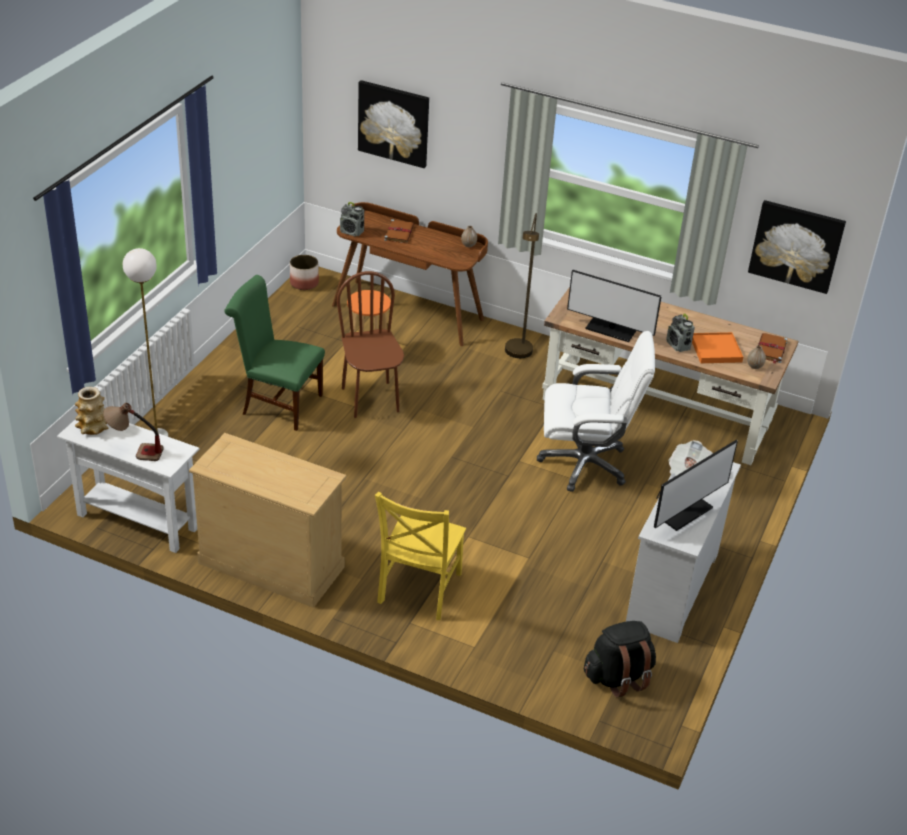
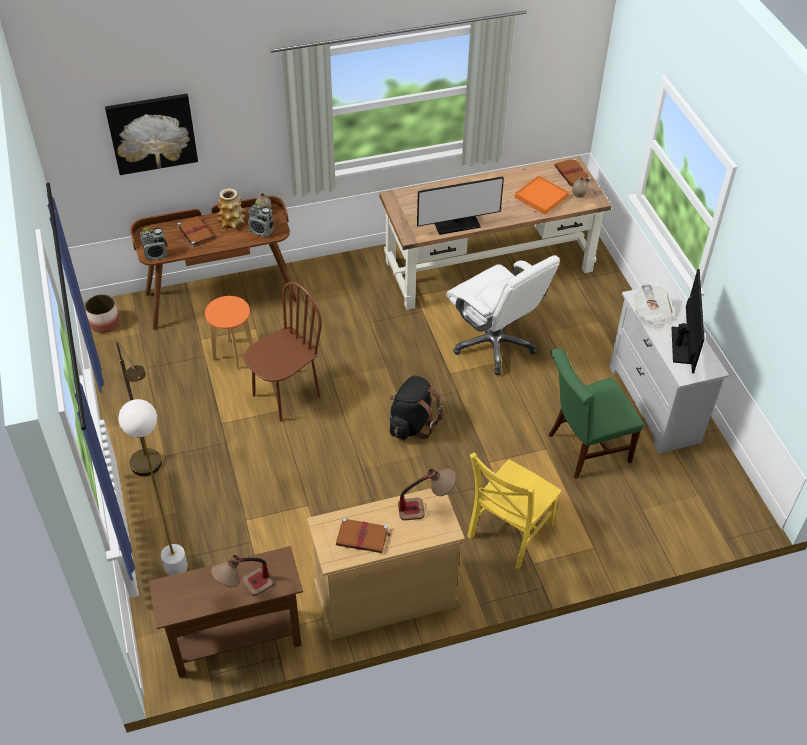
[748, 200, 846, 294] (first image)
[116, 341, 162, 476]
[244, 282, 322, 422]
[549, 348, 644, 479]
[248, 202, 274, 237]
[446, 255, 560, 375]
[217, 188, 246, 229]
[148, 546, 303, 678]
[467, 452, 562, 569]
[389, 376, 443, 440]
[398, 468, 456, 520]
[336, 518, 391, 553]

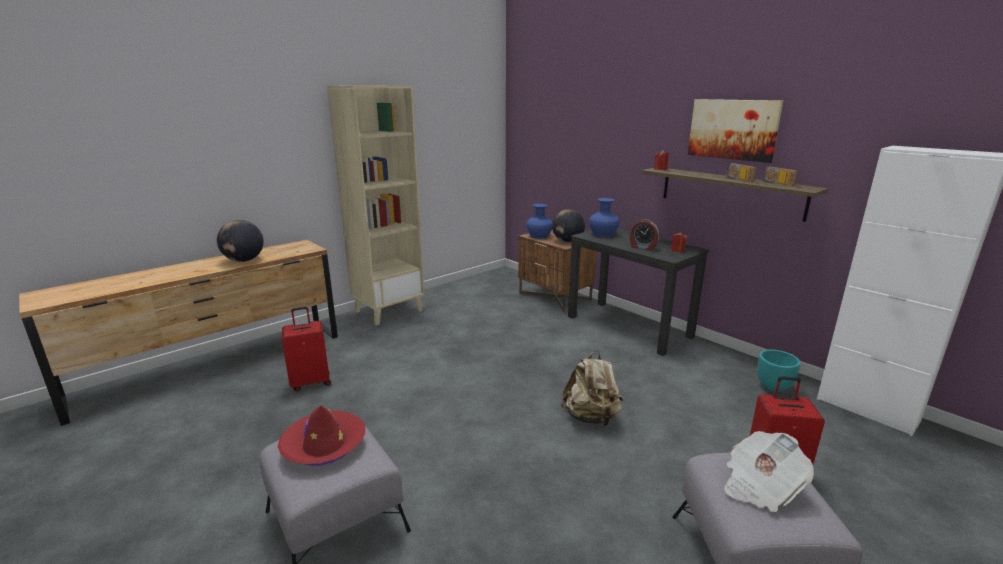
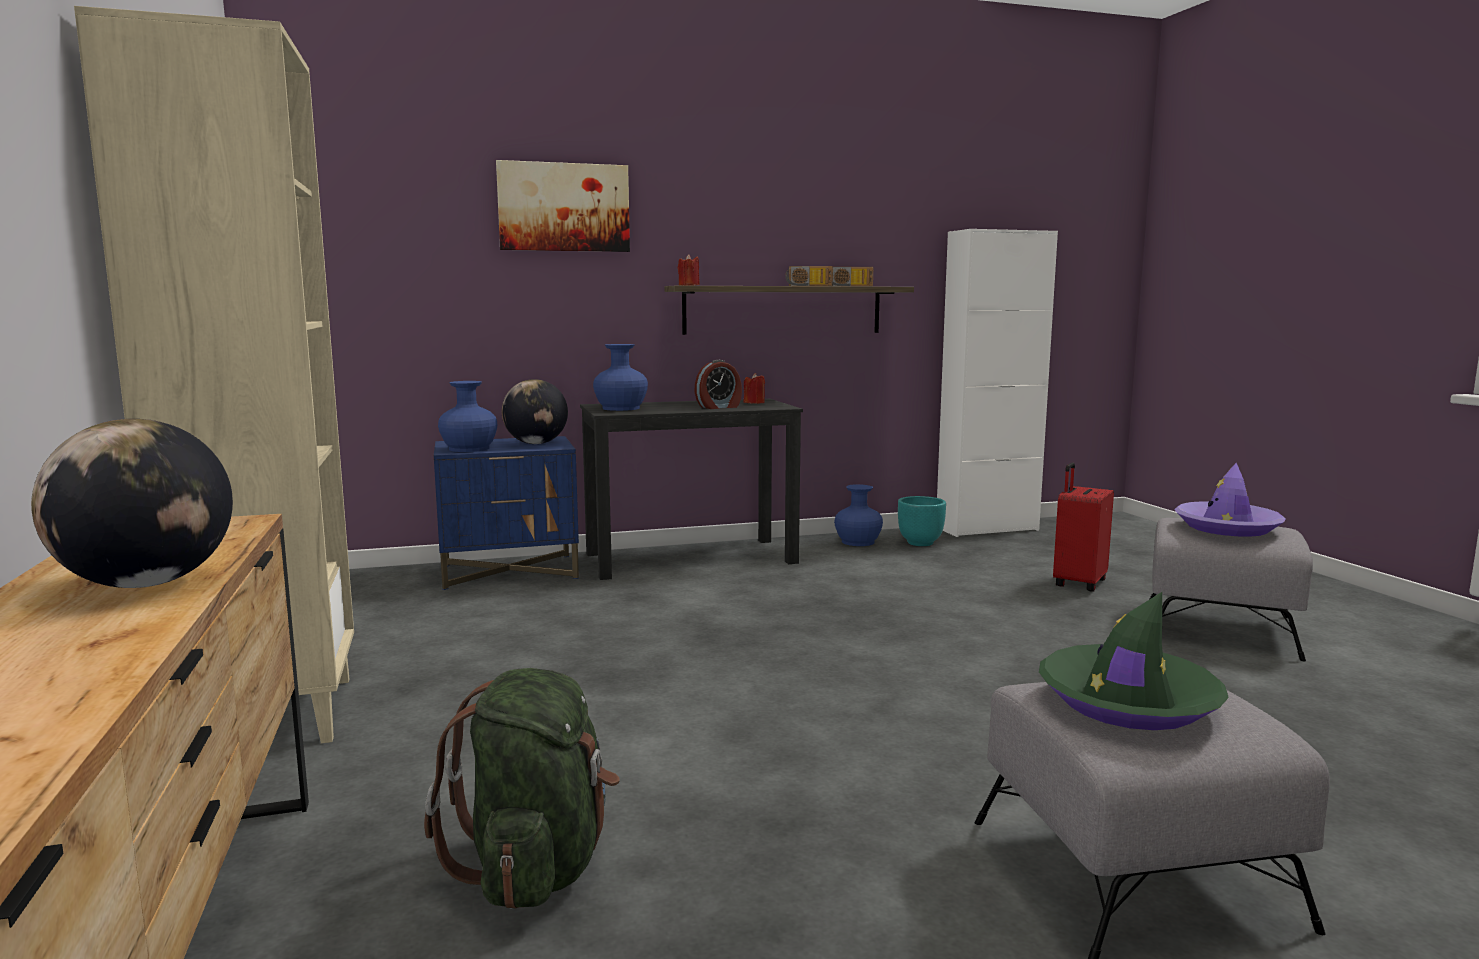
[496, 160, 630, 252]
[434, 436, 579, 590]
[424, 668, 620, 909]
[561, 350, 623, 426] (first image)
[1039, 592, 1229, 730]
[1174, 463, 1286, 537]
[834, 484, 883, 546]

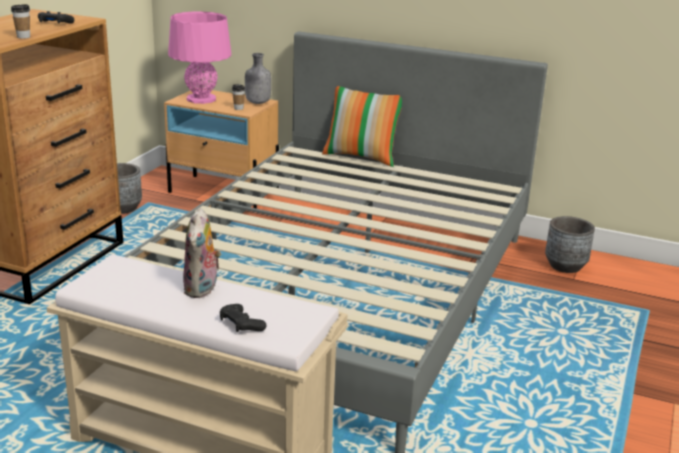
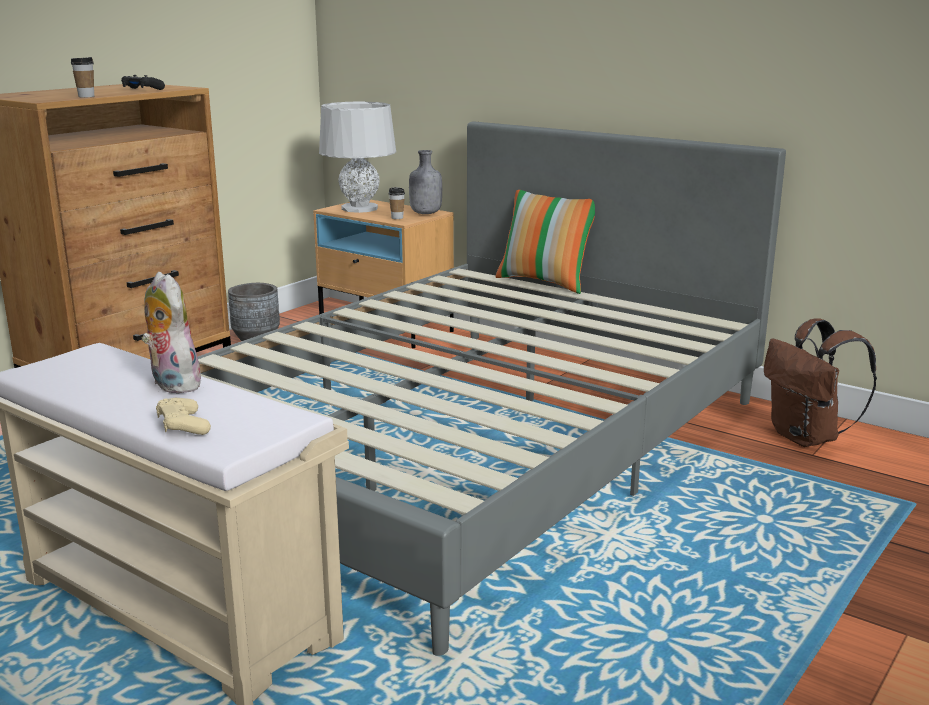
[319, 102, 396, 213]
[141, 272, 203, 394]
[764, 318, 877, 447]
[156, 398, 211, 435]

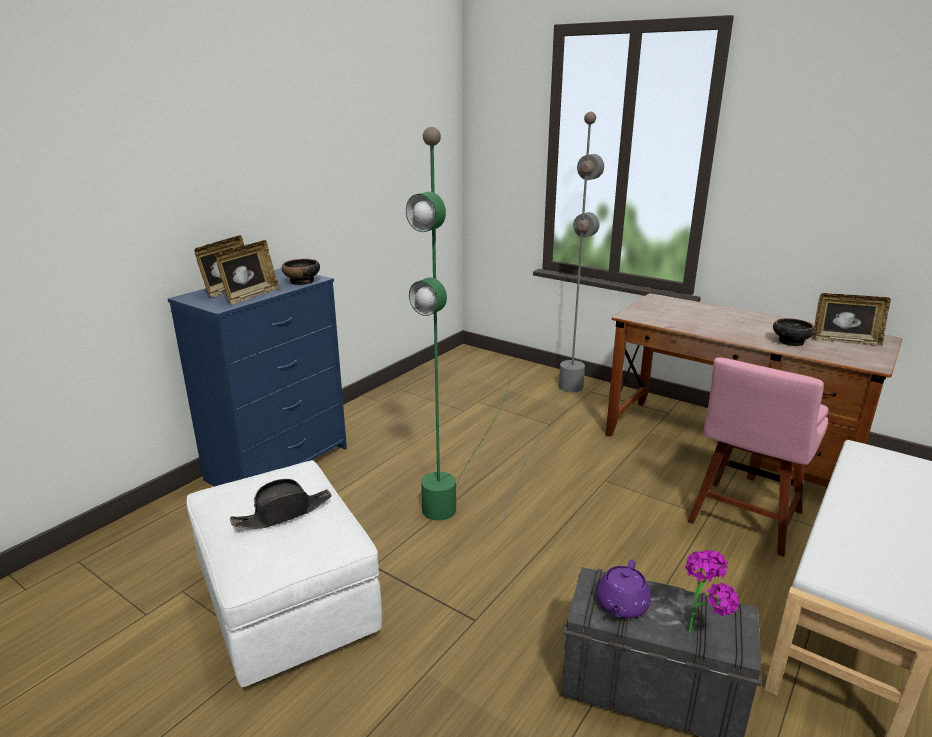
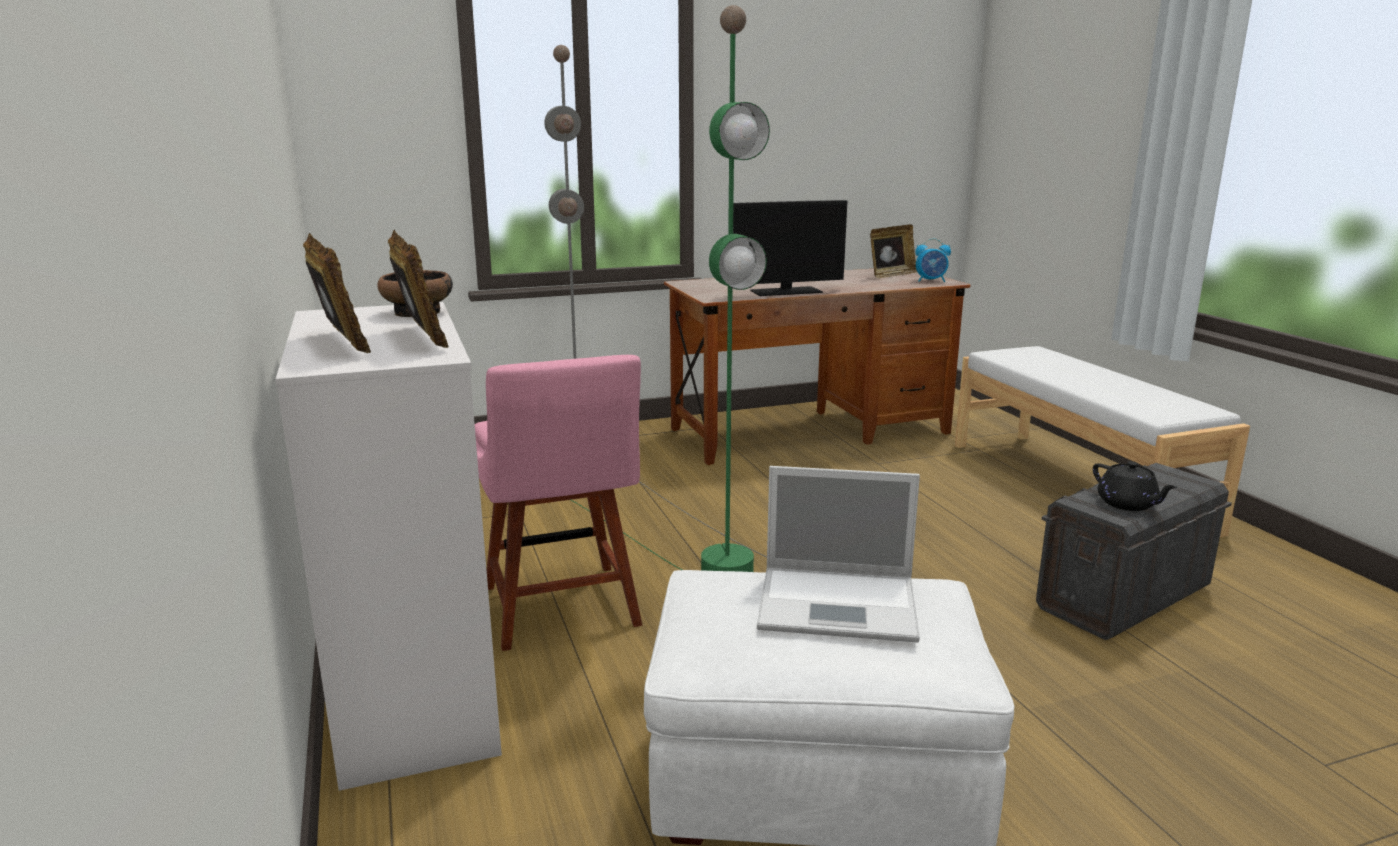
[276, 302, 502, 791]
[773, 318, 815, 346] (first image)
[475, 355, 642, 651]
[757, 466, 920, 643]
[685, 550, 739, 633] (first image)
[1093, 461, 1177, 511]
[733, 200, 847, 296]
[915, 238, 951, 282]

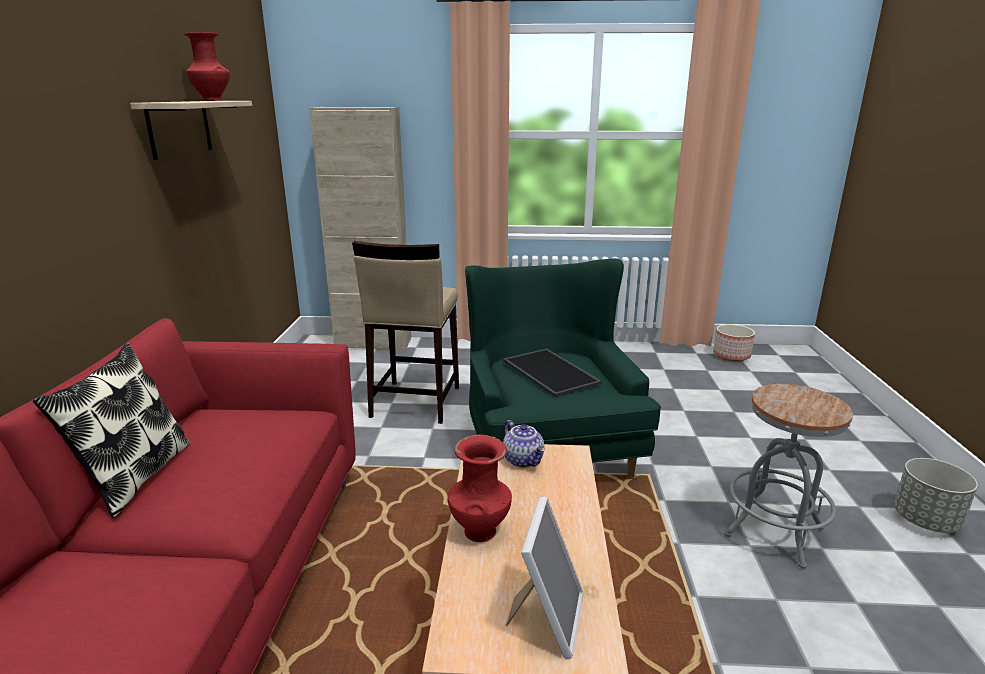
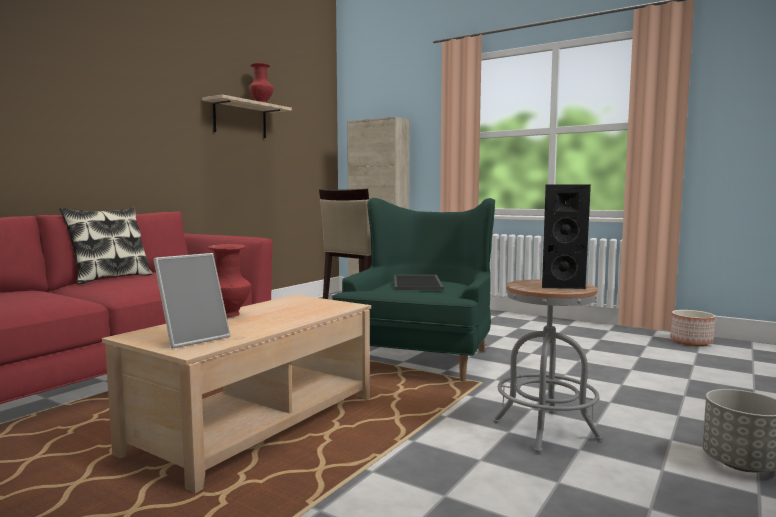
[503, 420, 545, 468] (first image)
[542, 185, 591, 289]

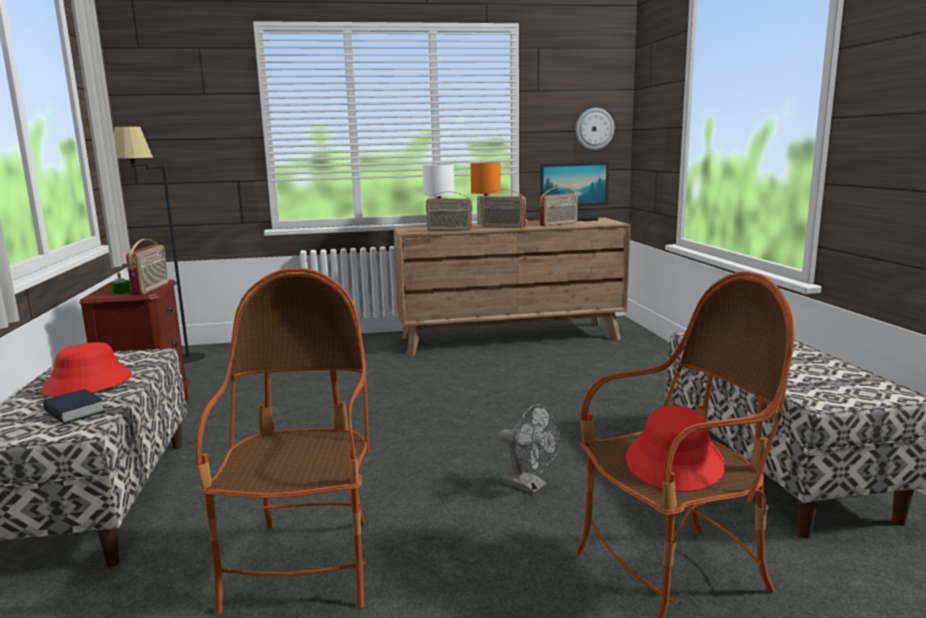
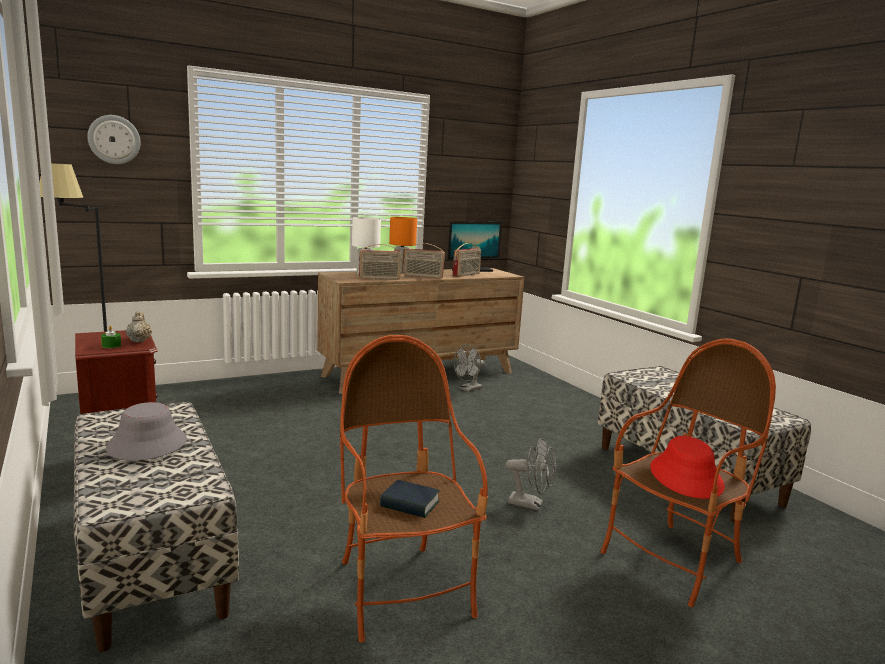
[87, 115, 141, 164]
[126, 311, 152, 343]
[106, 402, 187, 461]
[380, 480, 440, 518]
[454, 344, 484, 392]

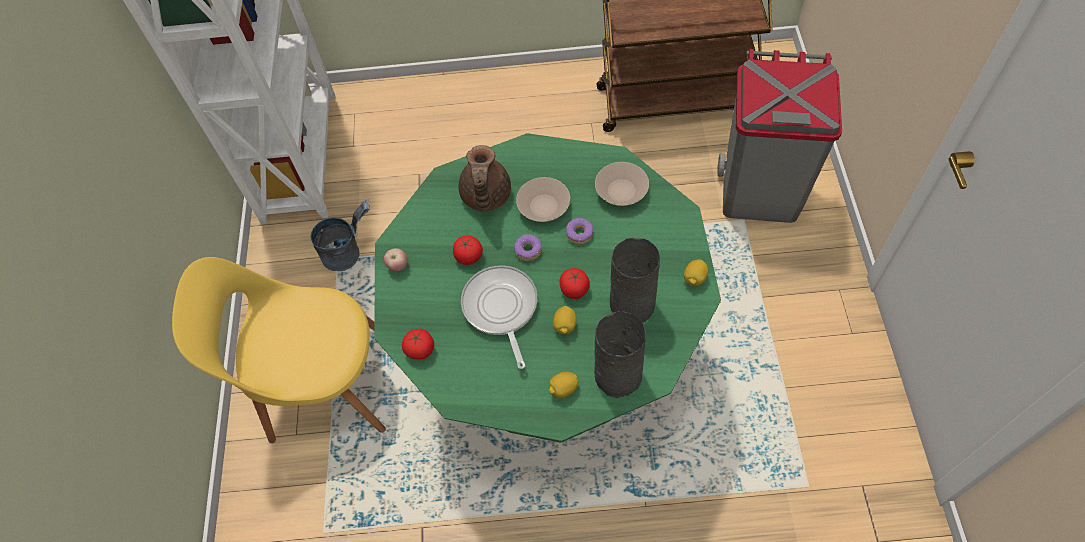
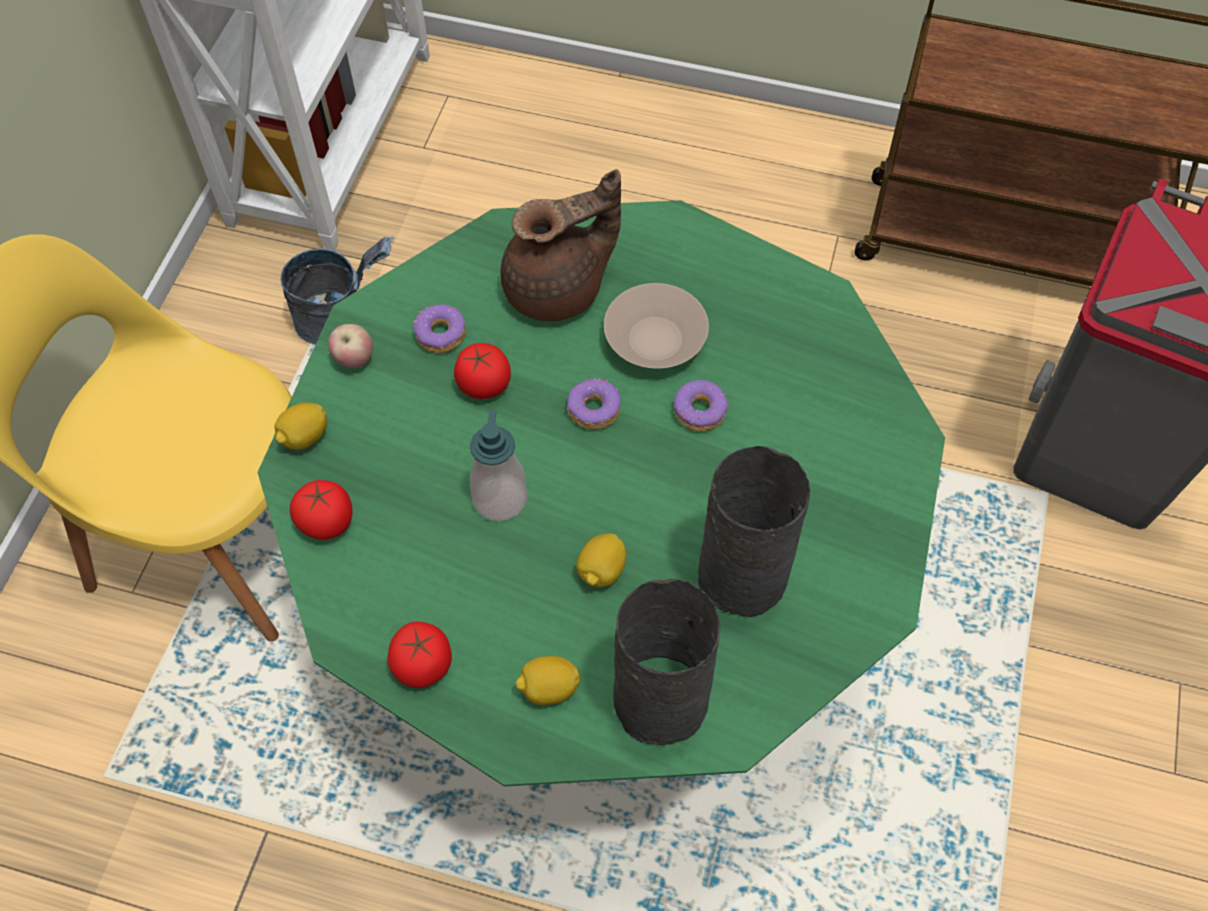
[500, 169, 621, 321]
[595, 162, 649, 206] (first image)
[275, 403, 327, 450]
[470, 410, 528, 522]
[387, 622, 452, 688]
[413, 304, 466, 353]

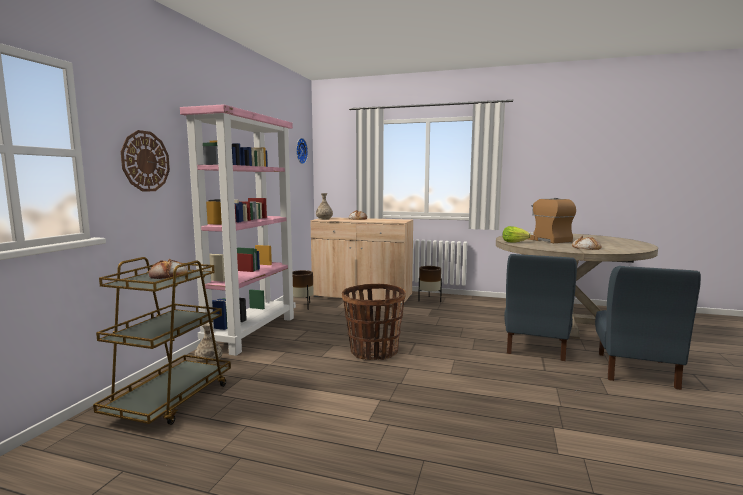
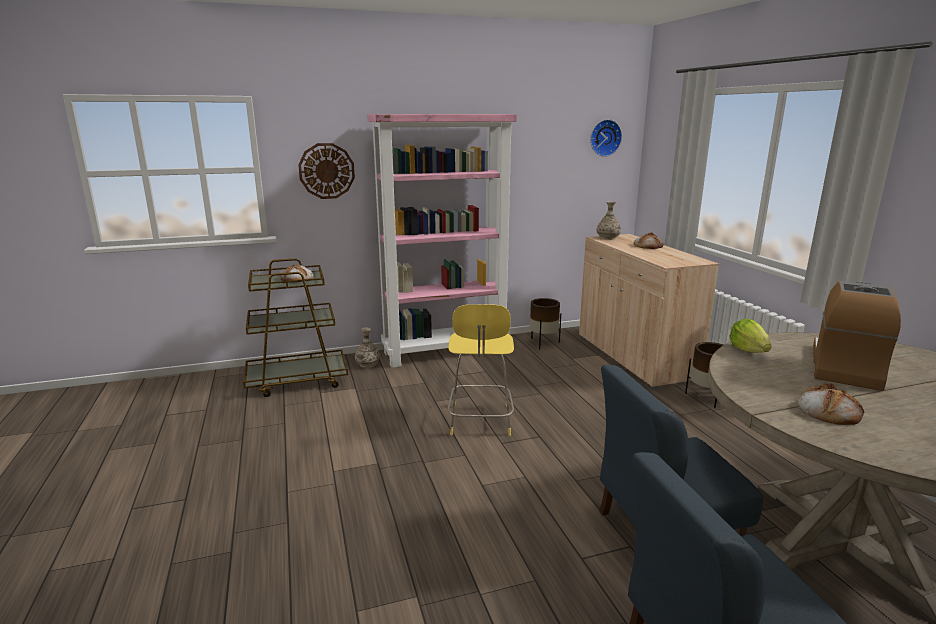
[447, 304, 514, 436]

